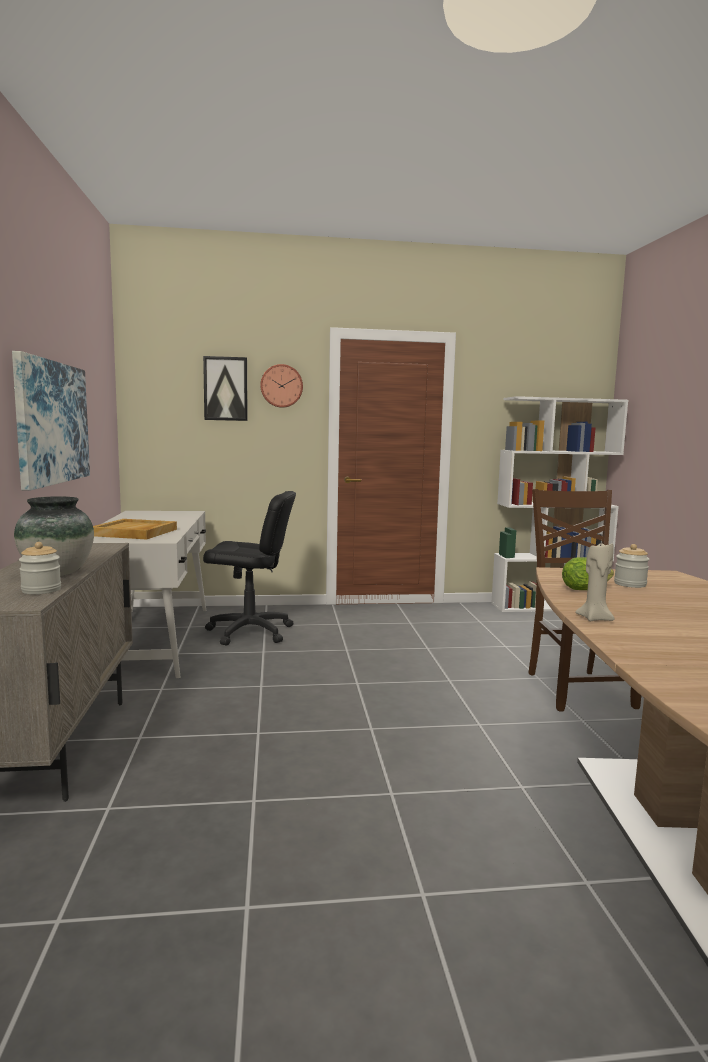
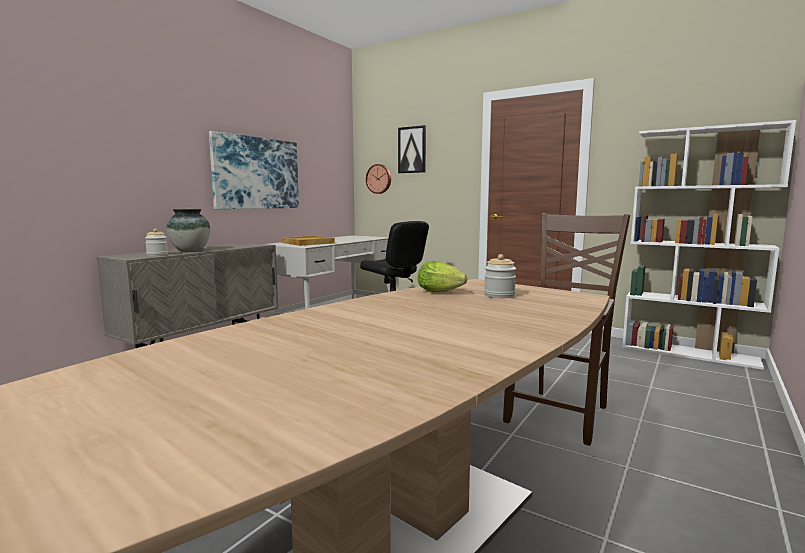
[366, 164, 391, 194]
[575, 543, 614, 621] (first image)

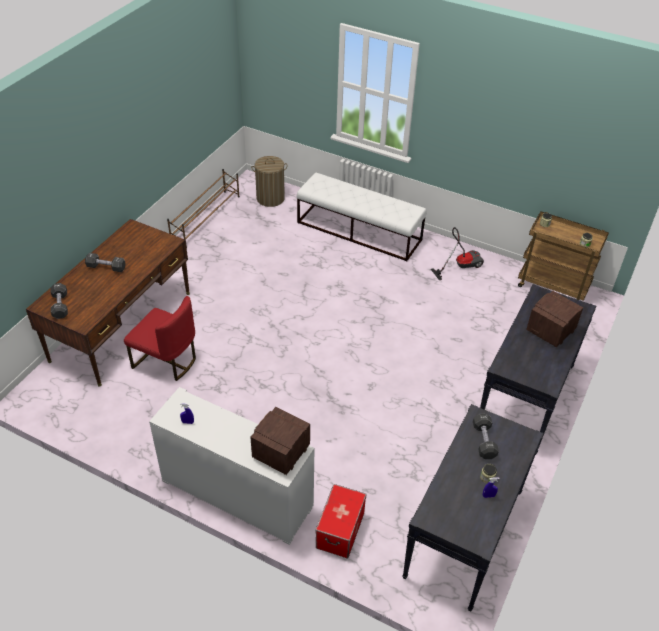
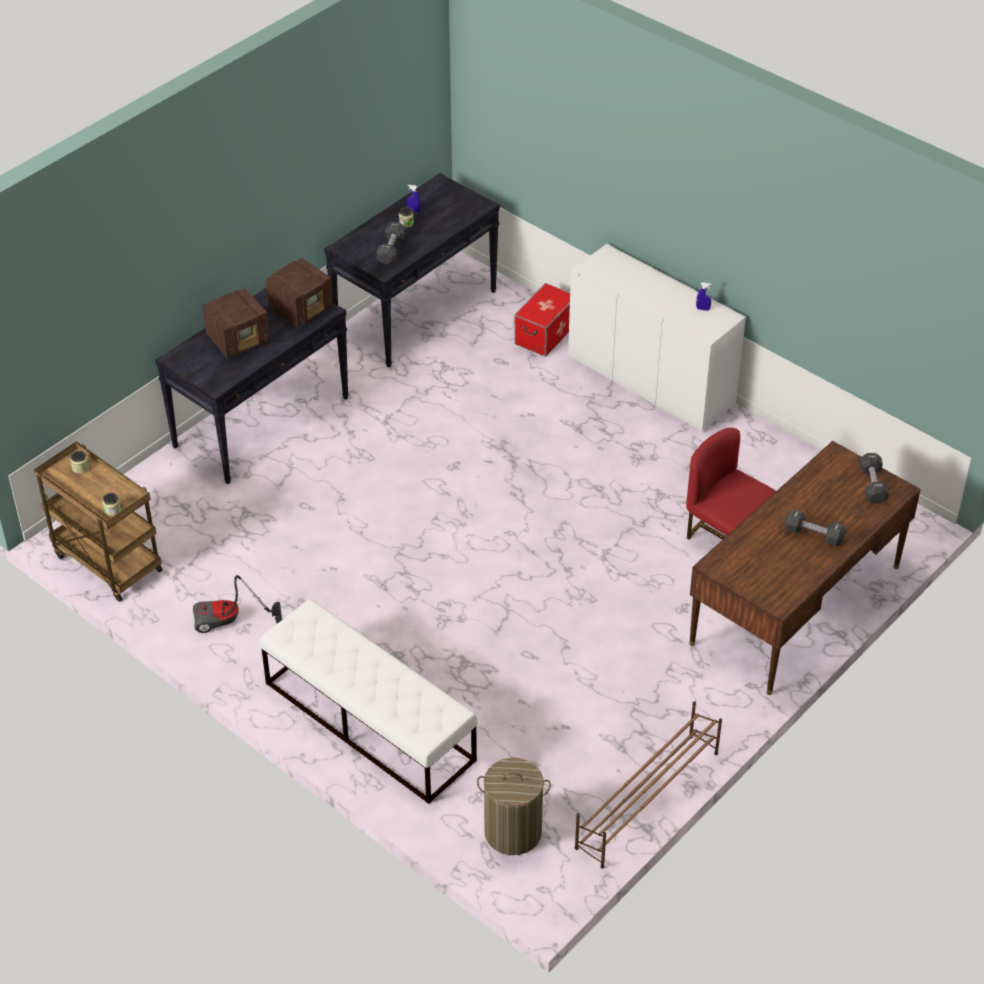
[266, 258, 333, 327]

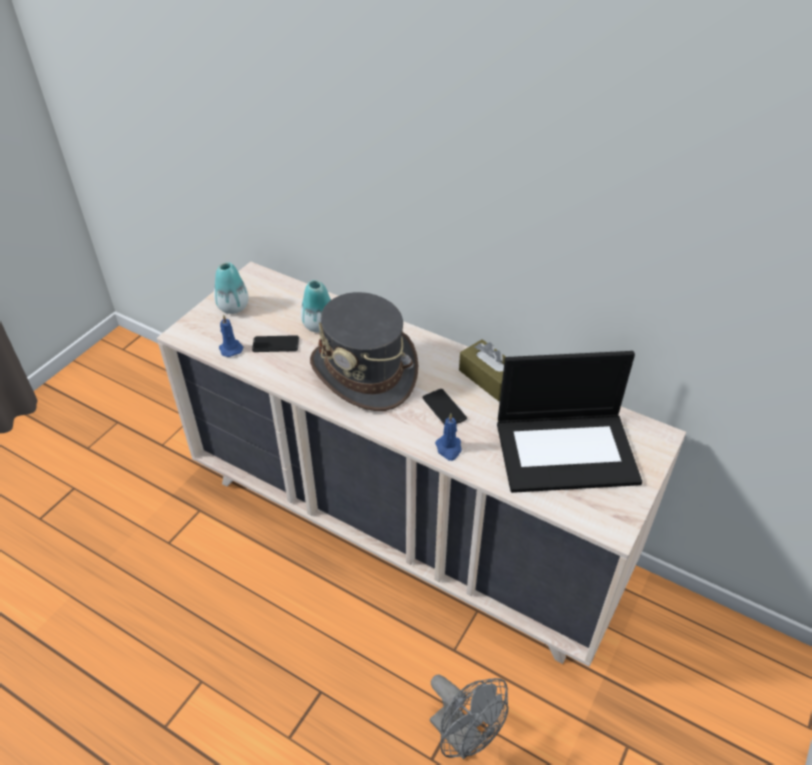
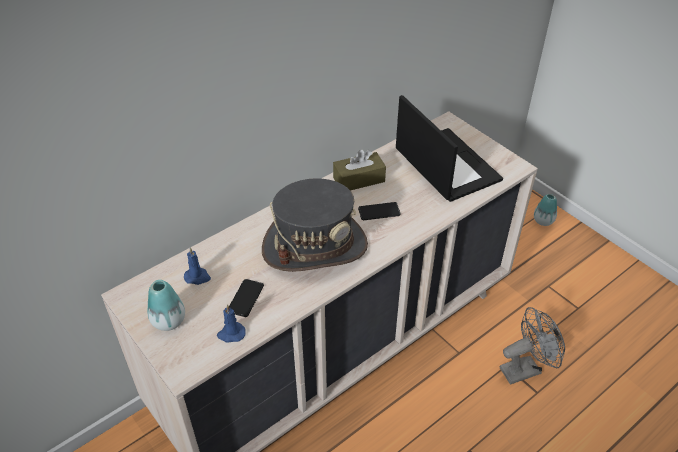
[534, 194, 557, 226]
[396, 95, 503, 202]
[184, 247, 211, 285]

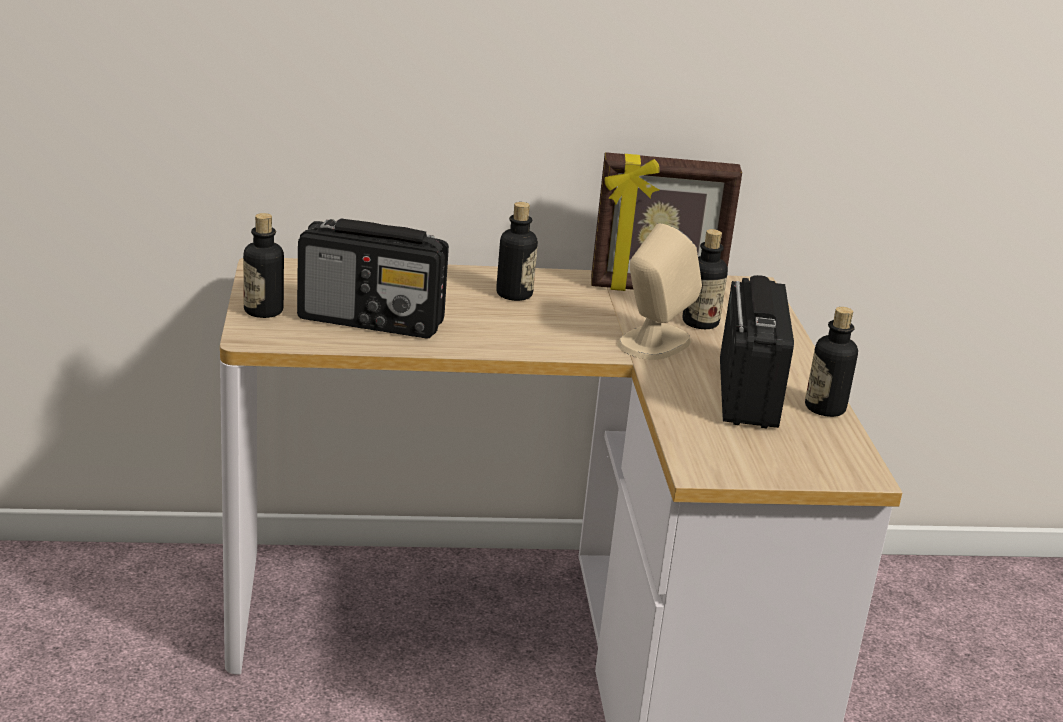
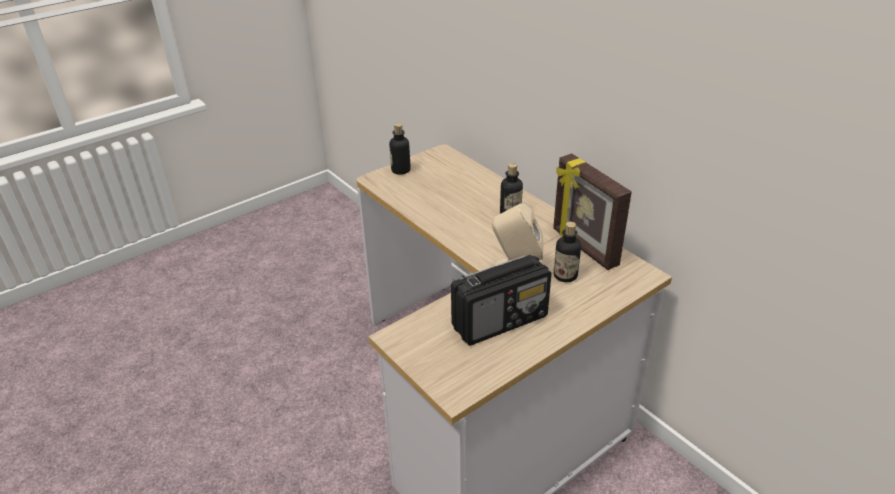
[297, 218, 449, 339] (first image)
[805, 307, 858, 417] (first image)

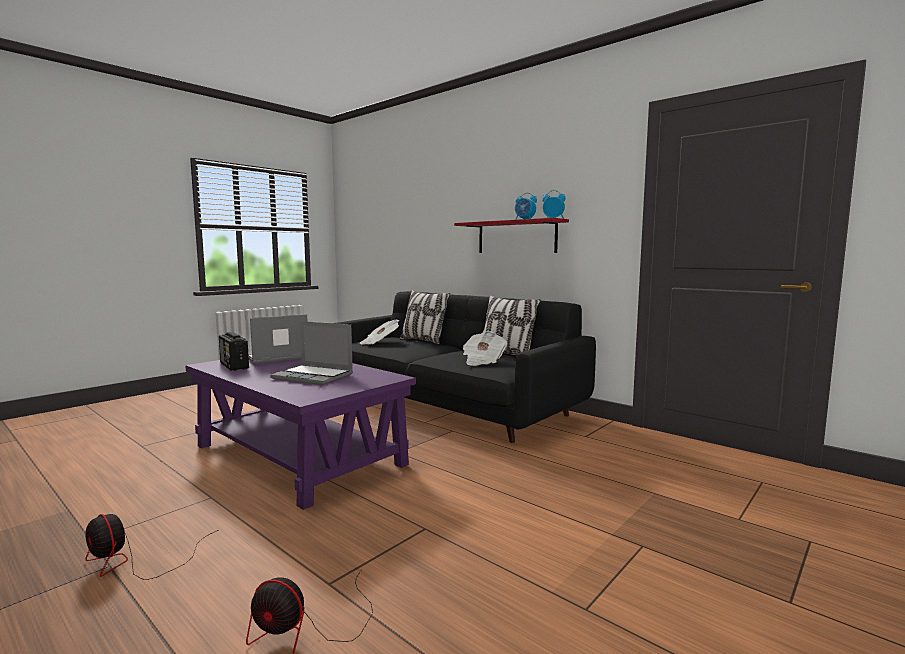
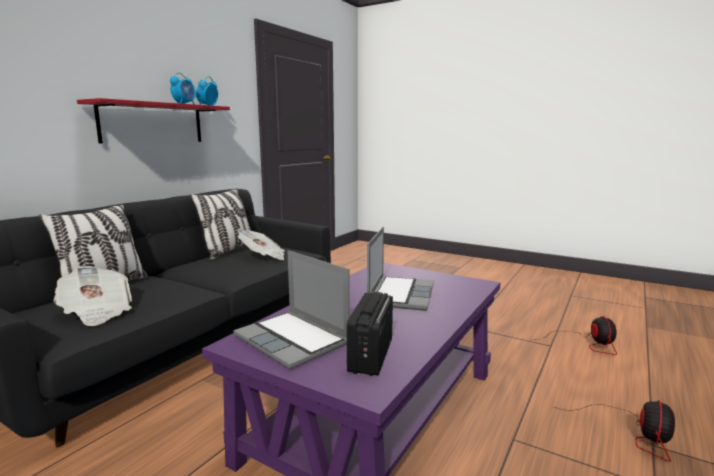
[346, 292, 393, 376]

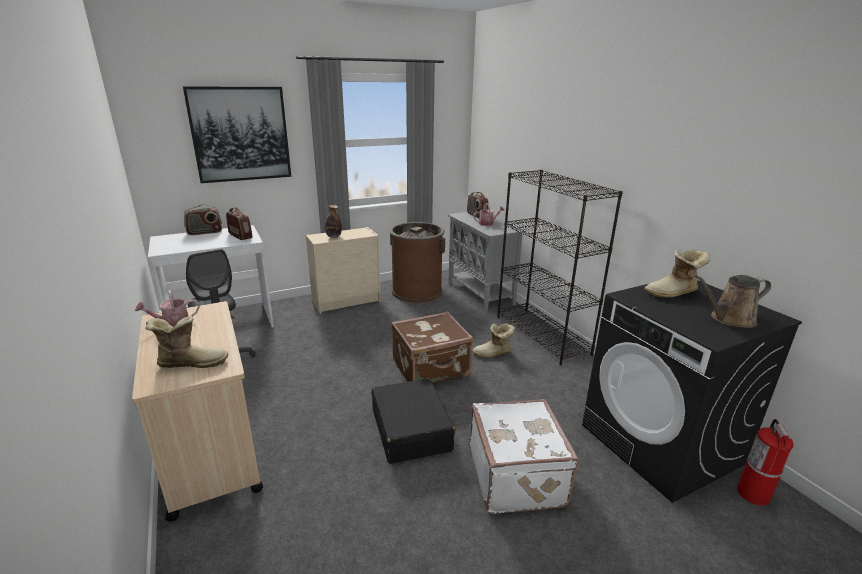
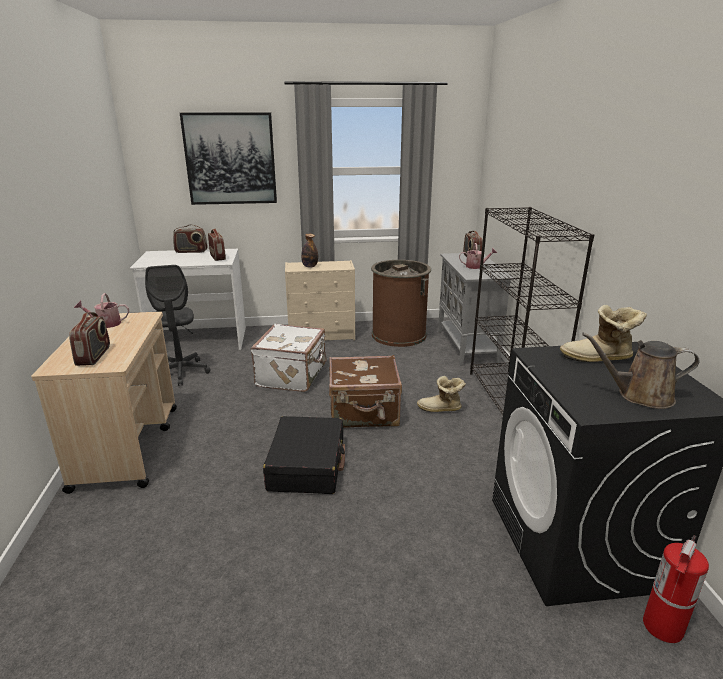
[69, 312, 110, 366]
[251, 324, 327, 392]

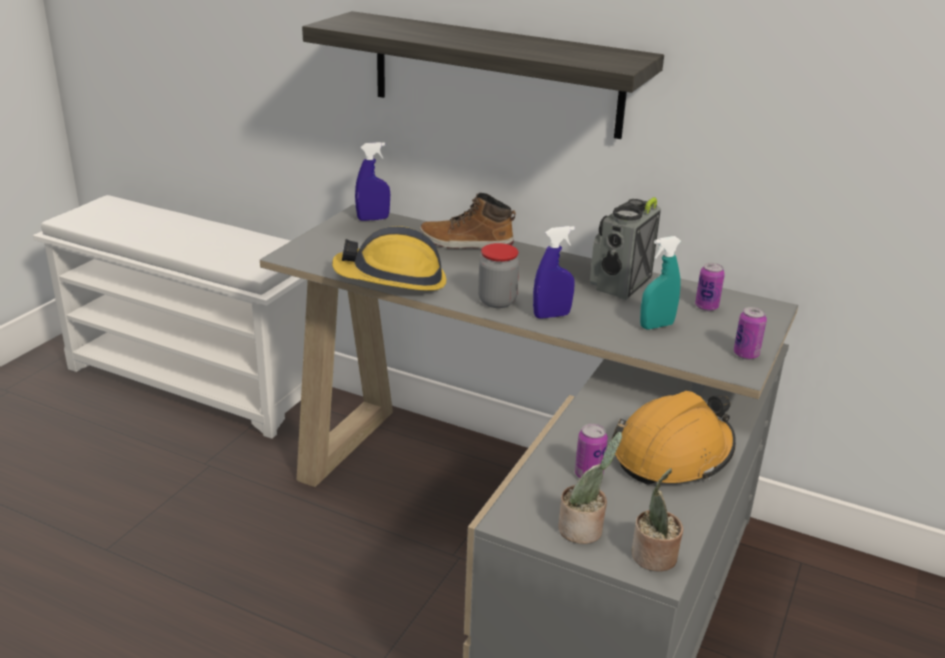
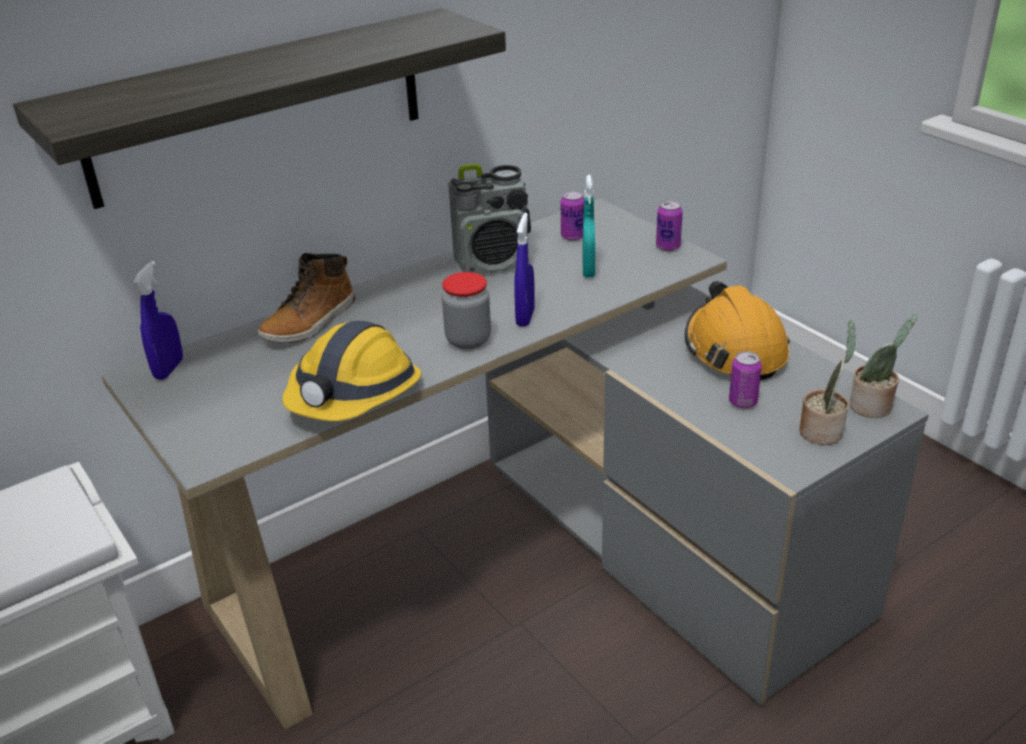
[448, 164, 531, 275]

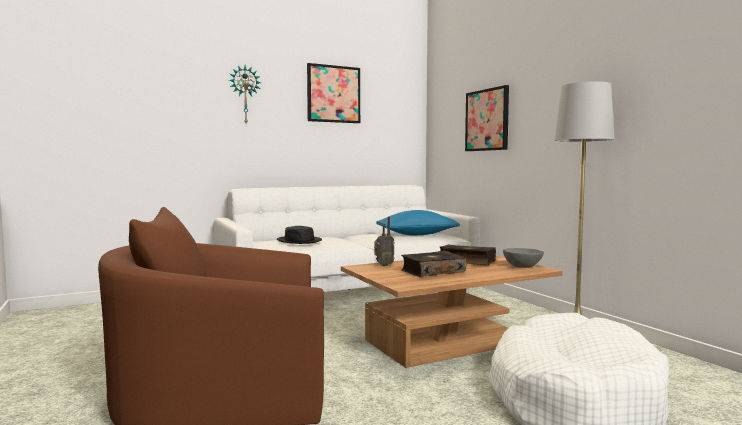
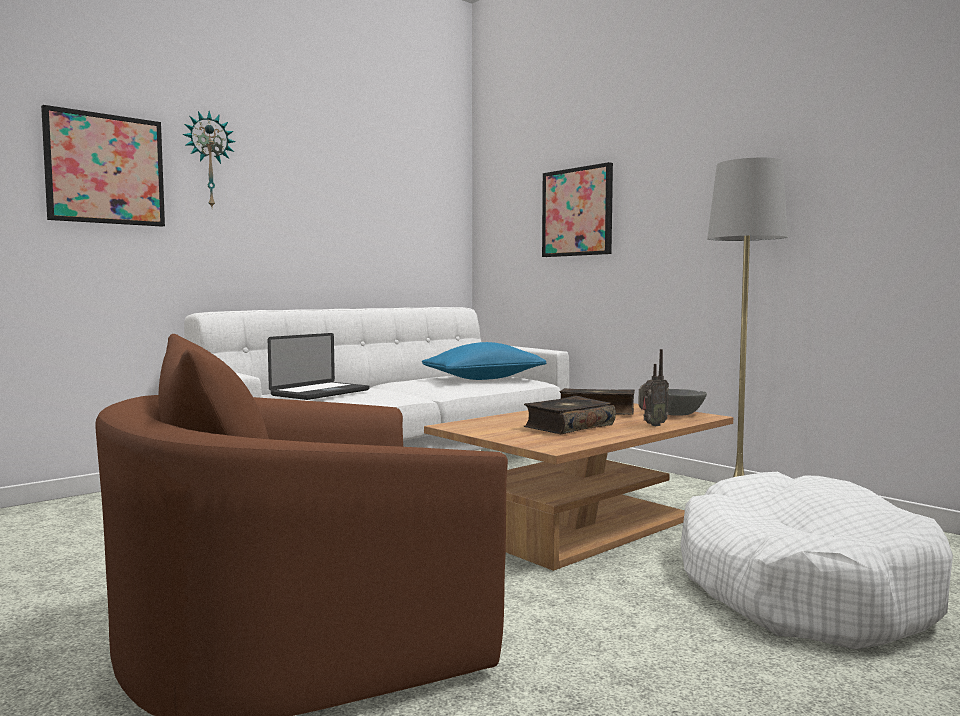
[41, 105, 165, 227]
[638, 349, 669, 426]
[268, 333, 369, 400]

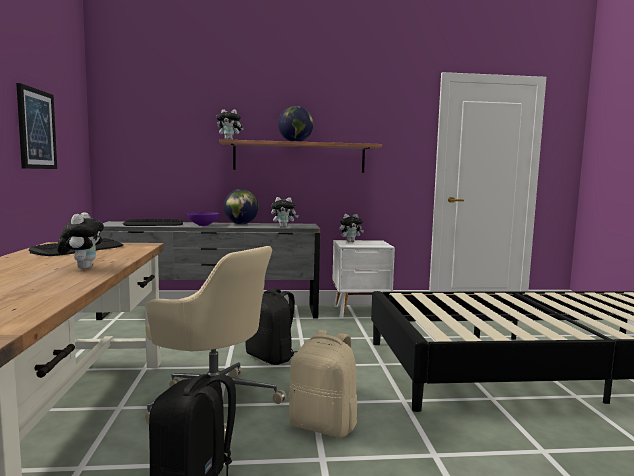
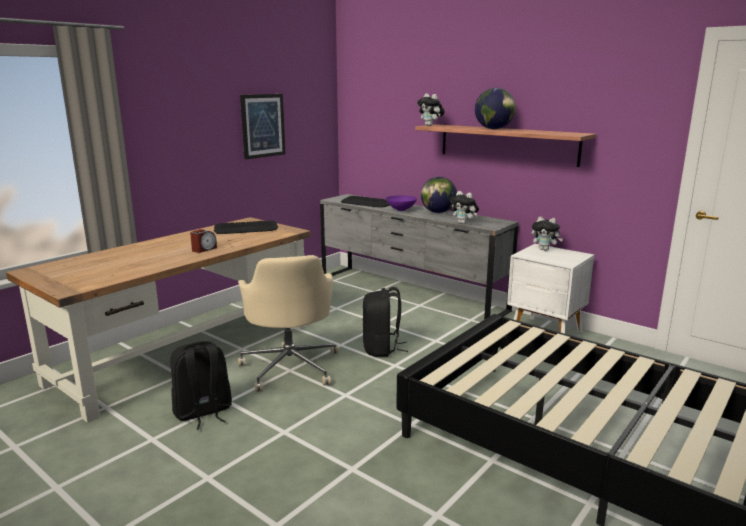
[190, 229, 217, 253]
[288, 330, 357, 438] (first image)

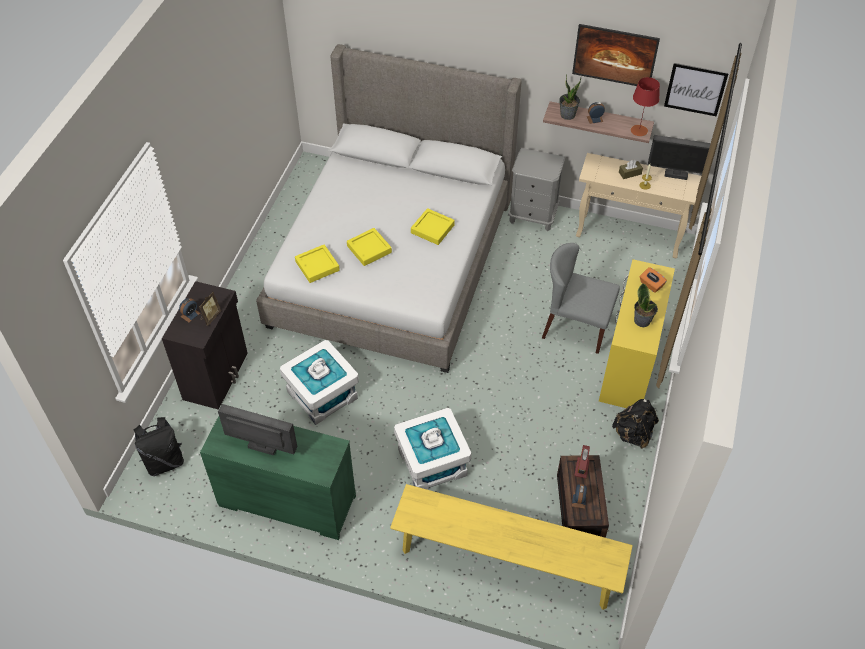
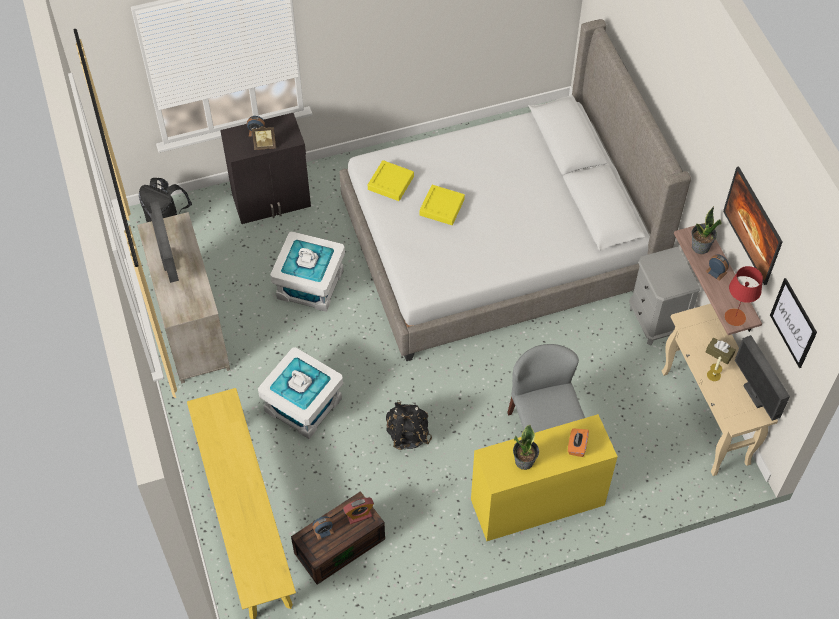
[411, 208, 455, 245] (first image)
[386, 400, 432, 450]
[137, 212, 230, 384]

